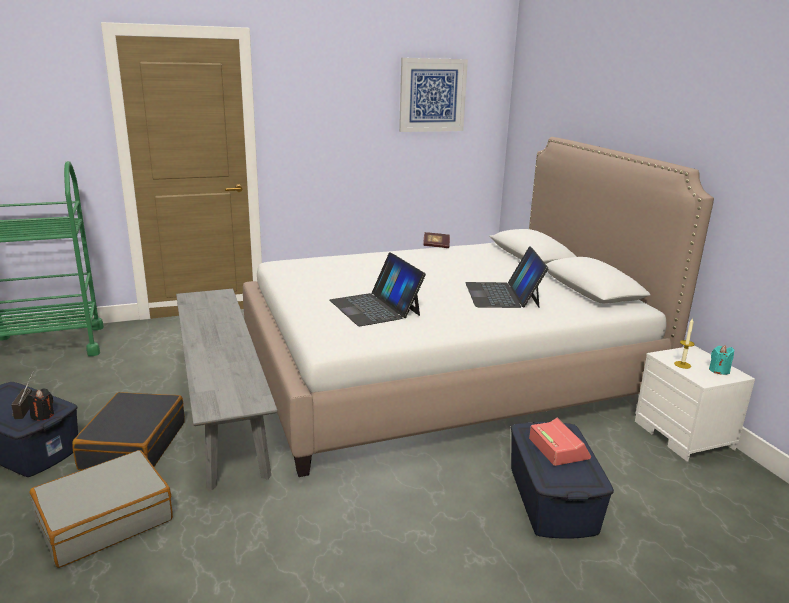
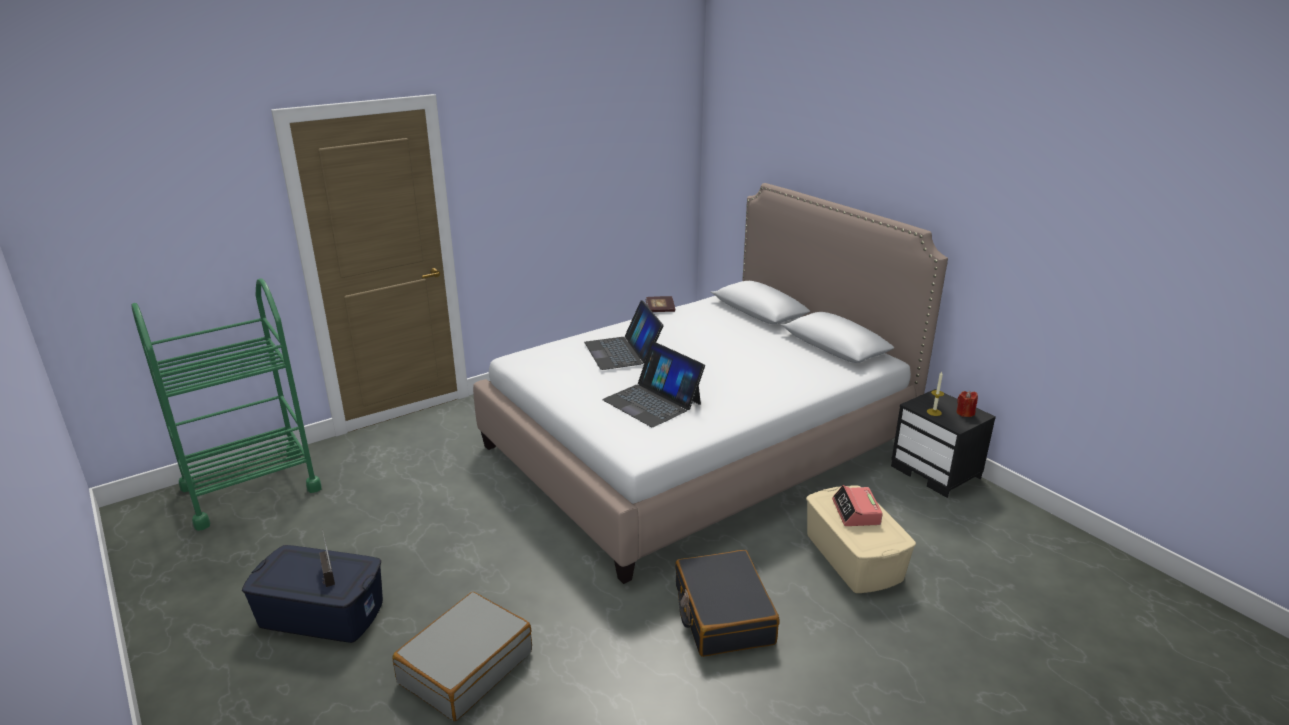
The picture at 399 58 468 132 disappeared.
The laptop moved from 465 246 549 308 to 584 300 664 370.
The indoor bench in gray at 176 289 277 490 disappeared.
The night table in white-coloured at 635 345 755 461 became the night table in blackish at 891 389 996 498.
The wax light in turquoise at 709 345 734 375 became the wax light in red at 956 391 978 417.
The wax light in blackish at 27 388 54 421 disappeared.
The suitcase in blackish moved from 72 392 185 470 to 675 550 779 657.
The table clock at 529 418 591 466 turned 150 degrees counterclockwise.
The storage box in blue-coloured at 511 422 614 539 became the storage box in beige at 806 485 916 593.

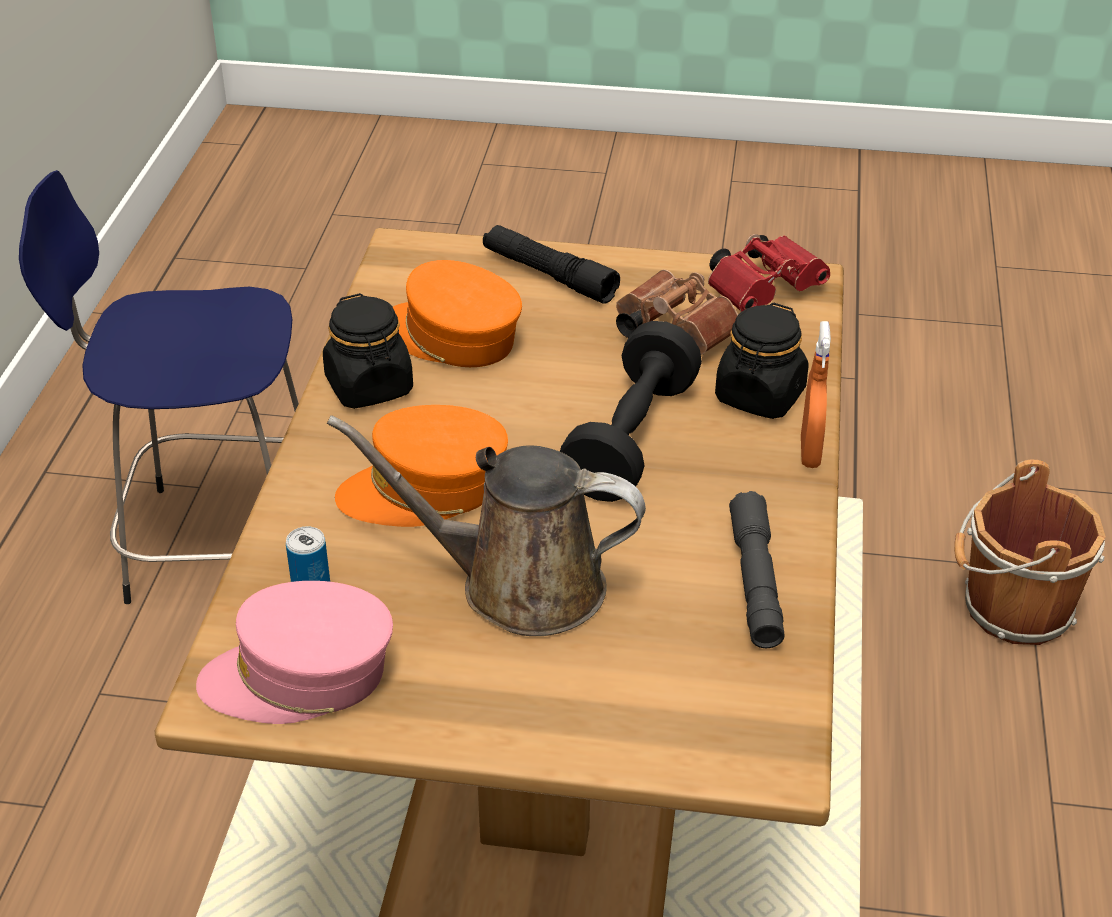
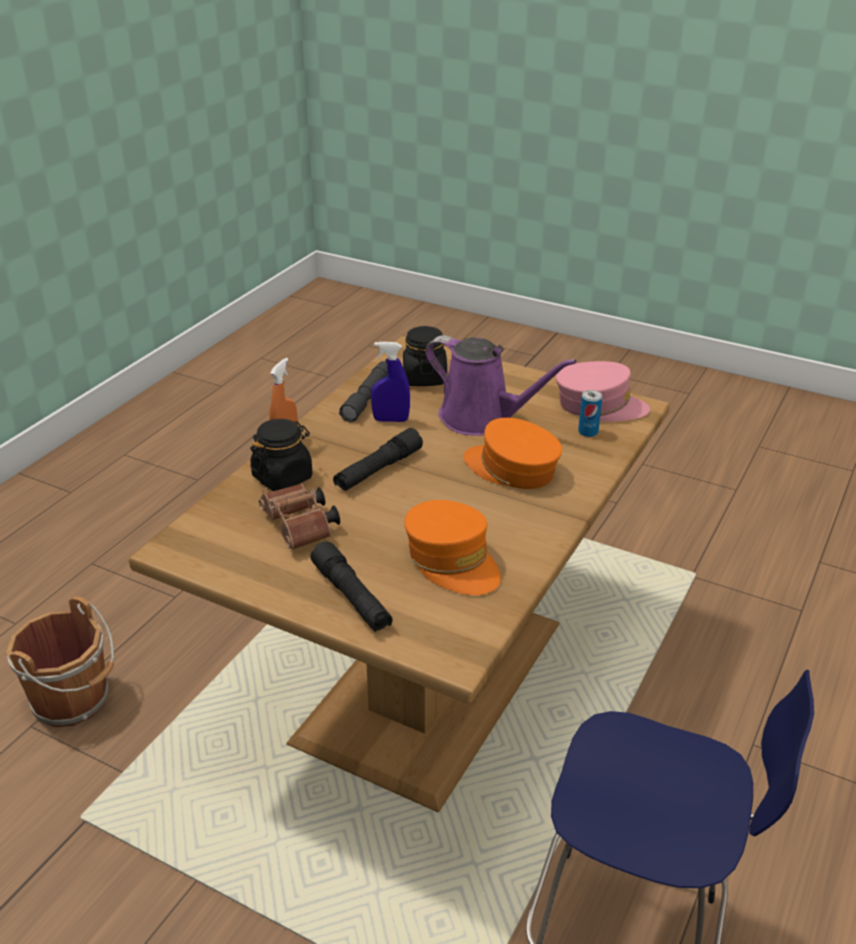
The binoculars in red at 708 234 830 312 disappeared.
The storage jar in blackish moved from 323 293 413 409 to 403 326 447 386.
The free weight in blackish at 560 321 702 502 was replaced by the torch in blackish at 333 428 423 491.
The baseball cap in orange at 335 405 508 527 turned 150 degrees counterclockwise.
The watering can in brown-coloured at 327 415 646 636 became the watering can in purple-coloured at 425 335 577 436.
The hand sprayer in blue-coloured at 371 342 410 422 appeared.

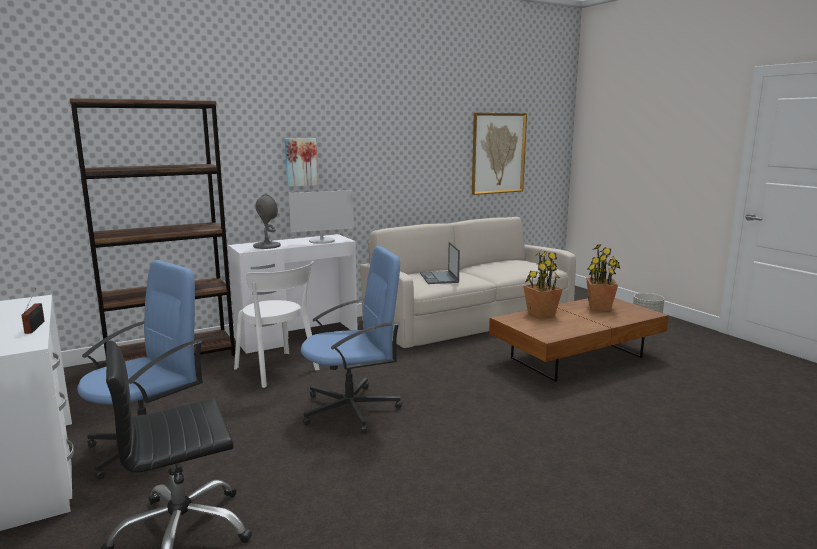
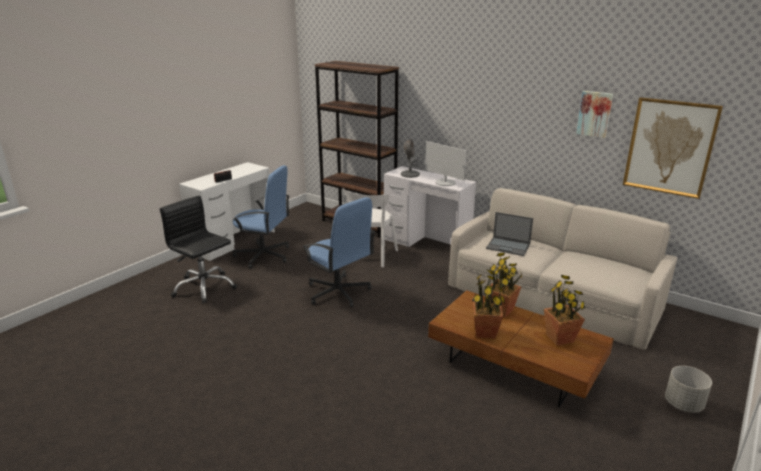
The picture moved from 285 138 318 187 to 576 91 613 138.
The laptop at 420 242 460 284 turned 120 degrees counterclockwise.
The houseplant at 472 269 505 339 appeared.

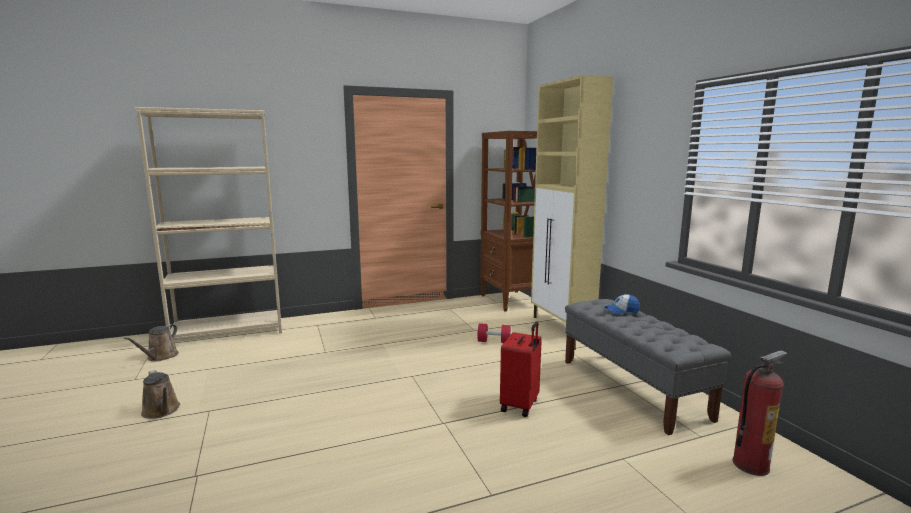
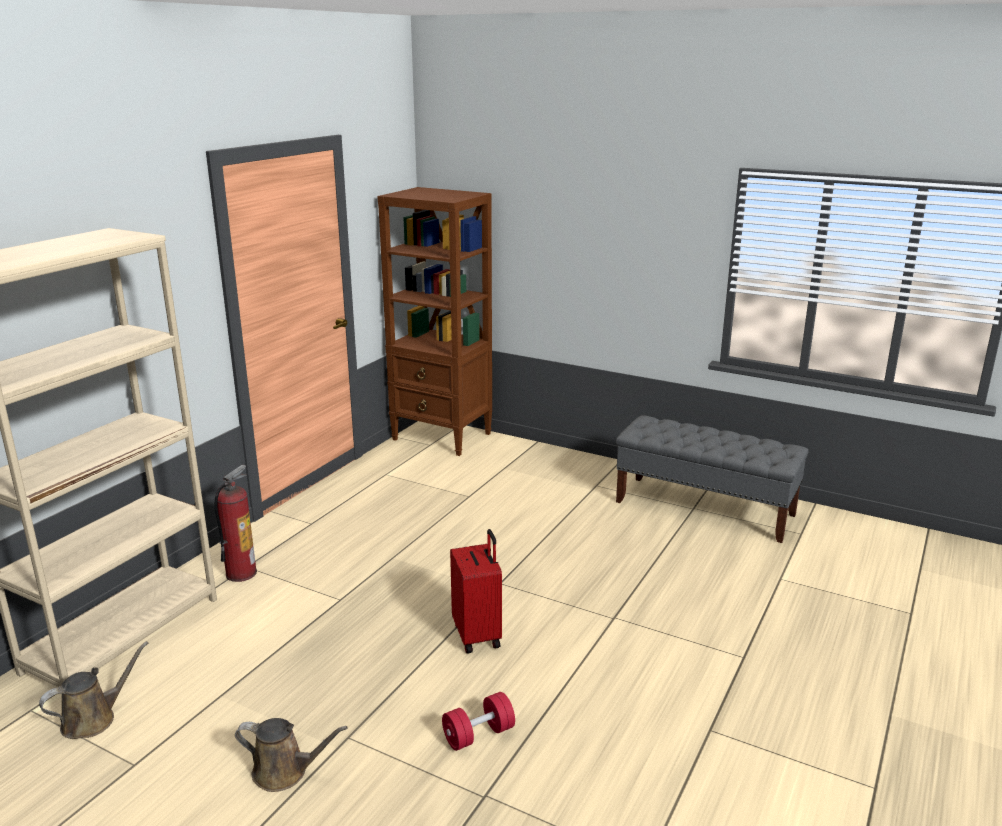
The cupboard in beige at 531 75 614 323 disappeared.
The baseball cap at 605 294 640 315 disappeared.
The suitcase in red moved from 500 322 542 417 to 450 529 502 653.
The free weight in red moved from 477 323 512 343 to 442 692 515 751.
The watering can in brown-coloured at 124 324 179 361 turned 105 degrees counterclockwise.
The extinguisher moved from 732 350 788 476 to 215 465 257 582.

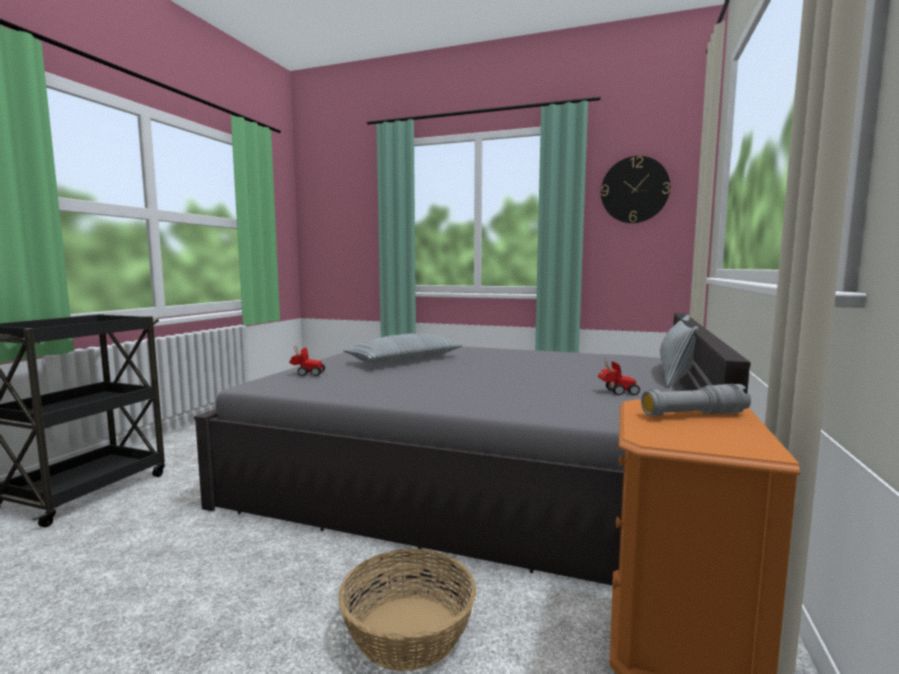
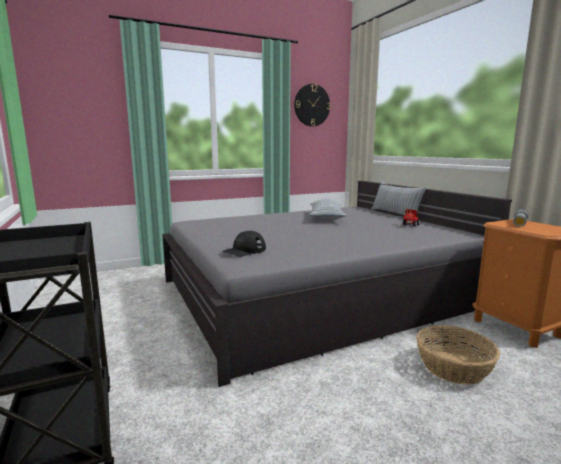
The pillow moved from 343 333 462 364 to 310 199 347 220.
The miniature car at 289 344 325 376 was replaced by the baseball cap in blackish at 222 231 266 257.

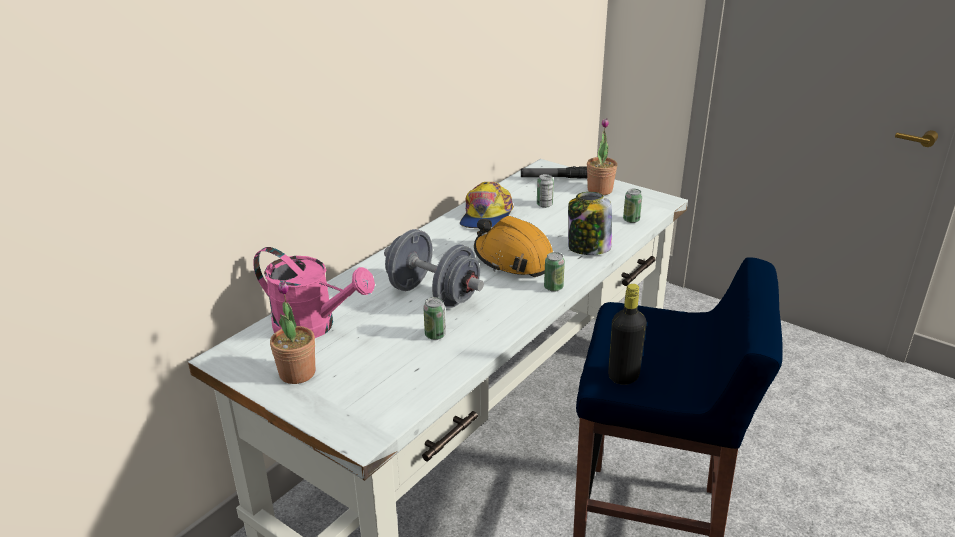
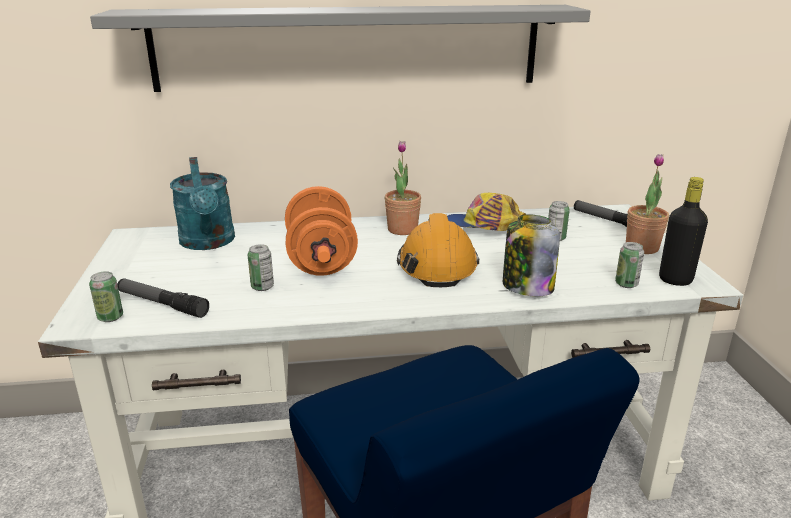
The baseball cap at 460 182 514 228 turned 45 degrees clockwise.
The free weight in gray at 384 229 484 308 became the free weight in orange at 285 186 358 276.
The watering can in pink-coloured at 253 247 375 338 became the watering can in turquoise at 170 157 235 250.
The metal can moved from 544 252 565 292 to 89 271 123 322.
The houseplant moved from 270 280 315 384 to 385 141 421 235.
The beverage bottle in blackish moved from 608 284 647 385 to 659 177 708 286.
The shelf in gray at 90 5 591 92 appeared.
The torch at 117 278 209 318 appeared.

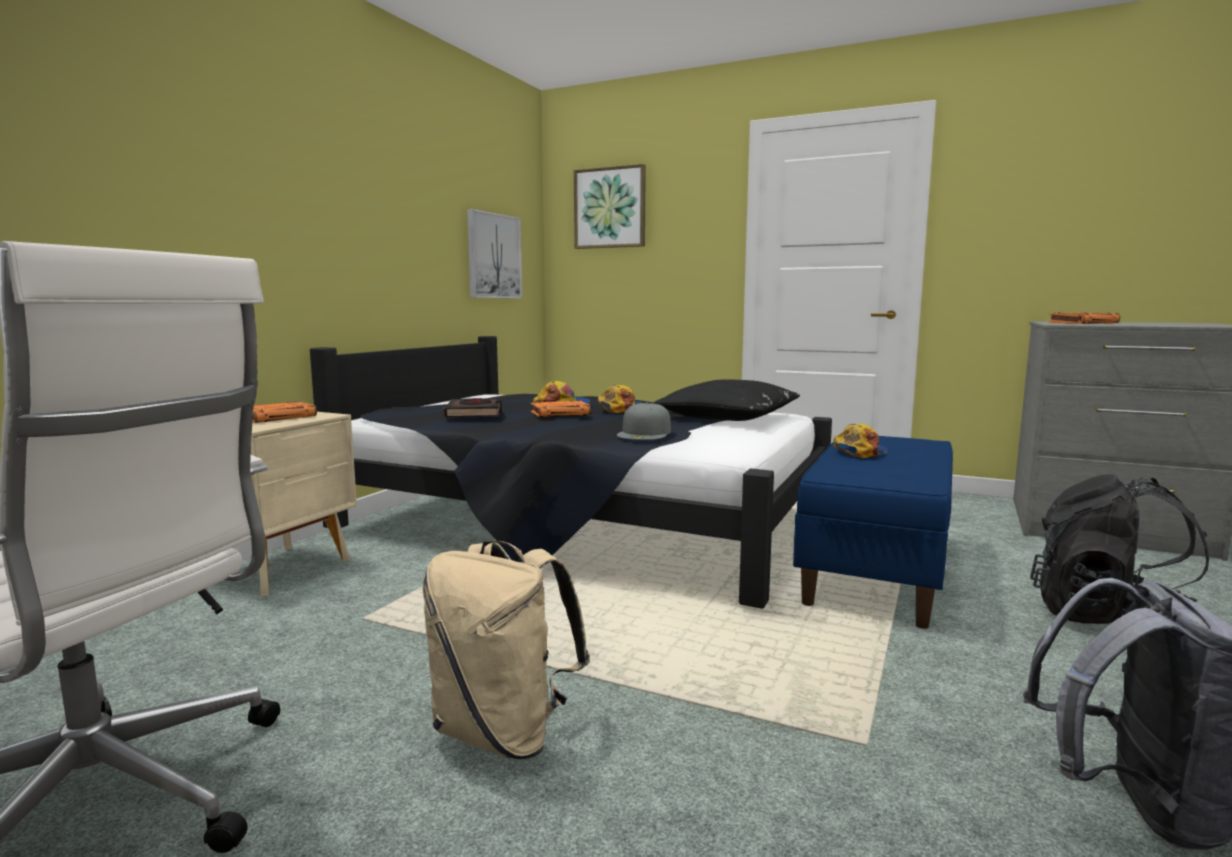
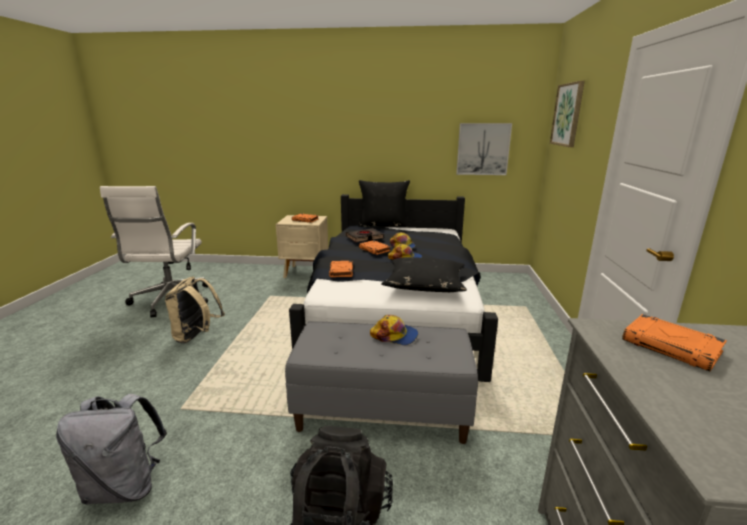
The baseball cap in gray at 617 403 671 440 was replaced by the bound book in orange at 329 261 353 277.
The indoor bench in blue-coloured at 793 436 953 629 became the indoor bench in gray at 285 321 478 444.
The pillow in blackish at 358 180 410 228 appeared.

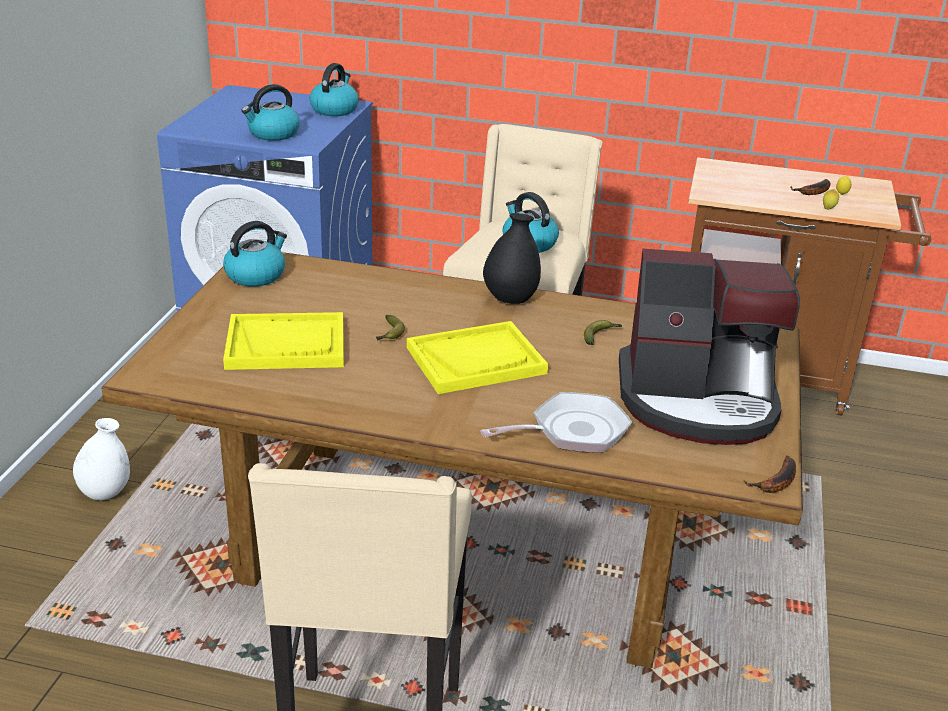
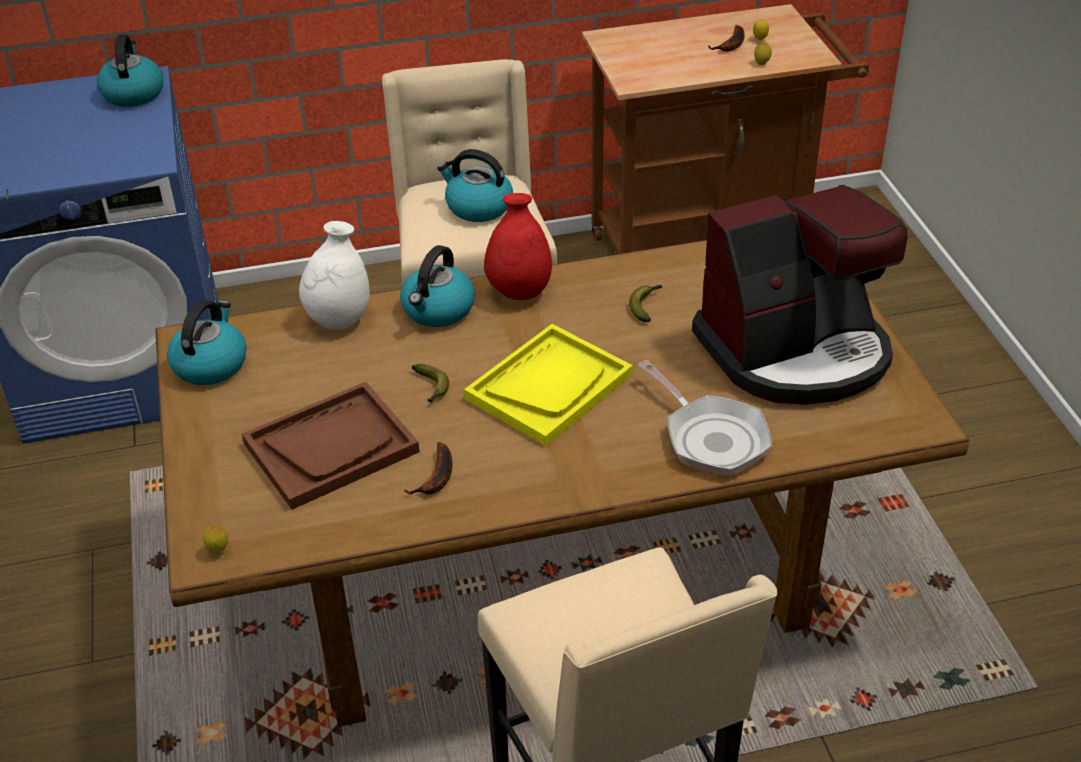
The water kettle moved from 242 84 300 141 to 400 245 475 327.
The vase in blackish at 483 213 541 304 became the vase in red at 484 193 552 300.
The tray in yellowish at 223 312 344 370 became the tray in brown-coloured at 242 382 420 510.
The pan at 480 392 632 453 turned 105 degrees clockwise.
The vase in white-coloured moved from 73 418 130 500 to 299 221 370 330.
The banana fruit moved from 744 456 796 493 to 404 442 453 495.
The whole lemon at 203 525 228 553 appeared.

